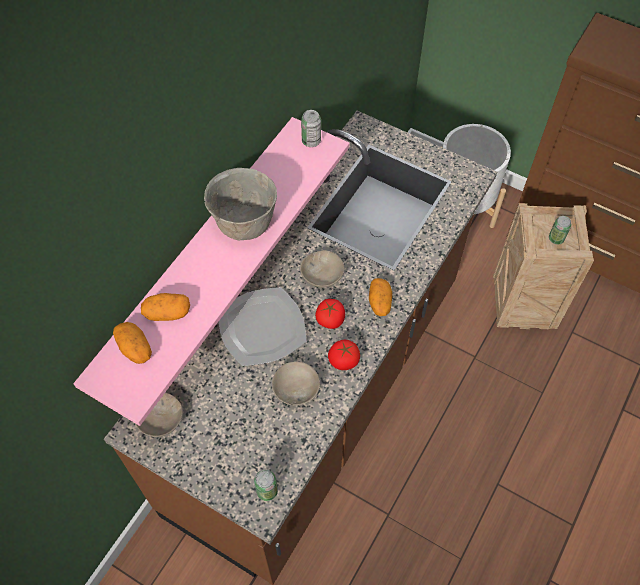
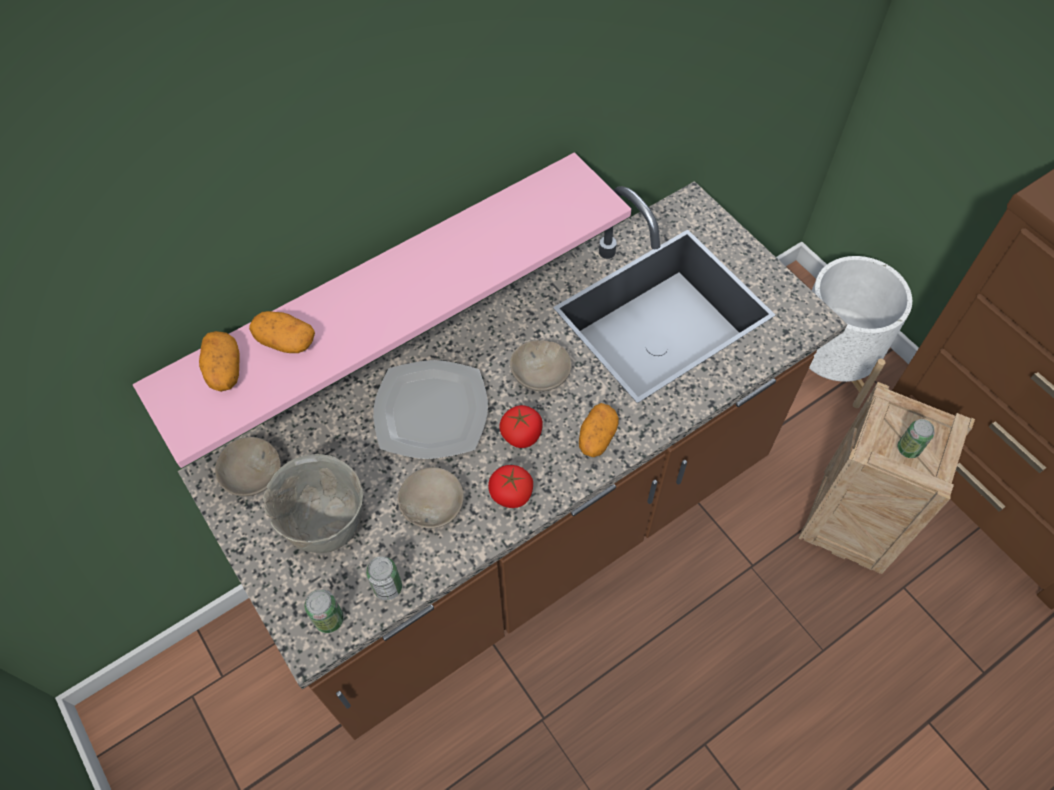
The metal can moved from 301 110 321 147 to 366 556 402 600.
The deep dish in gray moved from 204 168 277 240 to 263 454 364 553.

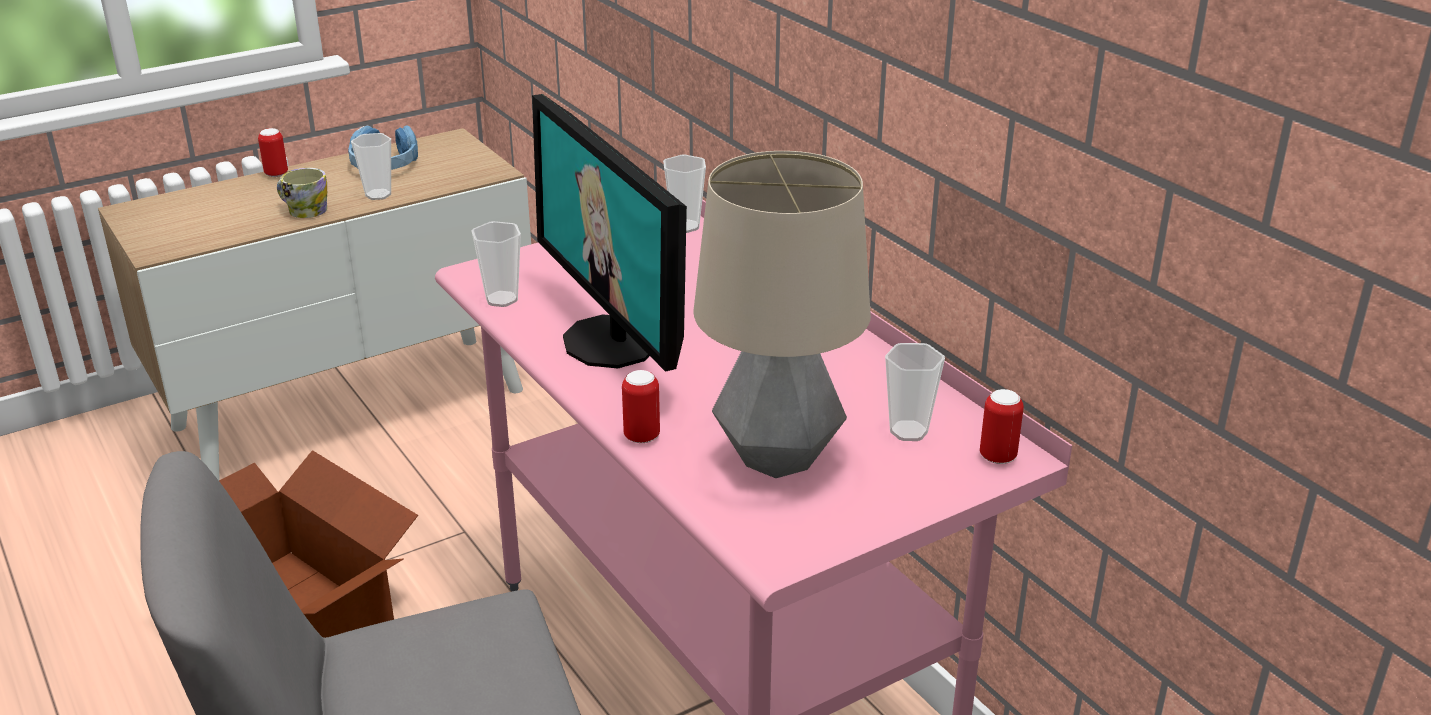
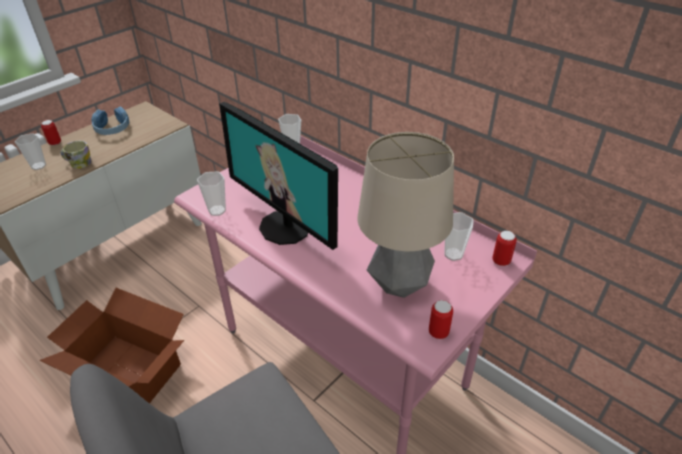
The drinking cup moved from 351 133 391 200 to 15 133 46 170.
The metal can moved from 622 370 660 443 to 429 300 453 339.

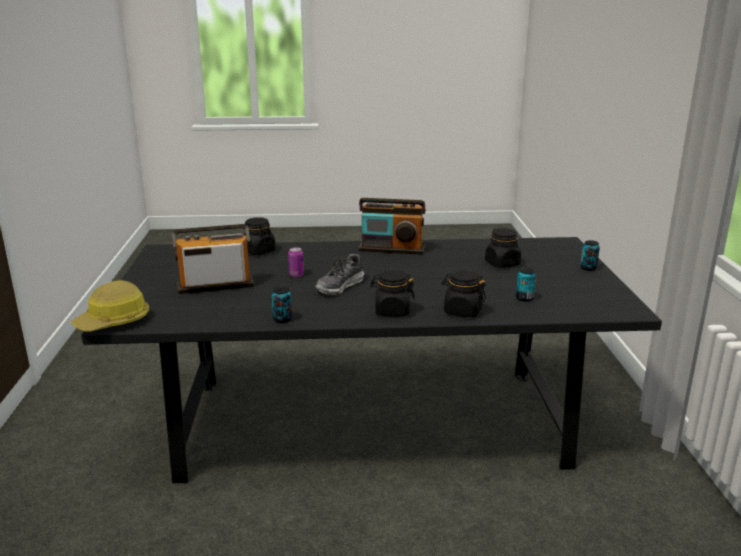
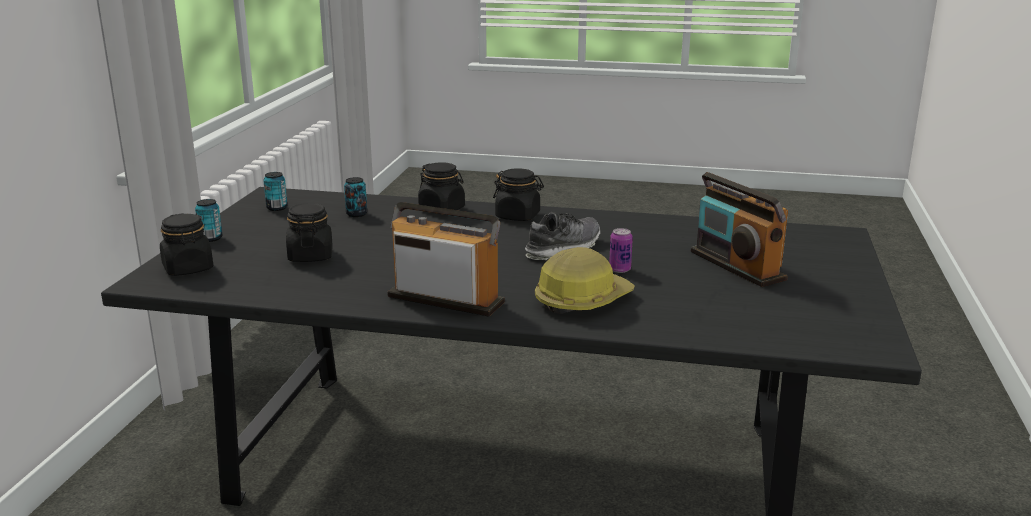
The storage jar in blackish moved from 243 217 276 255 to 160 213 214 276.
The radio set at 172 224 254 294 turned 60 degrees clockwise.
The work helmet moved from 71 280 149 332 to 535 247 635 314.
The metal can moved from 272 287 292 323 to 263 172 288 211.

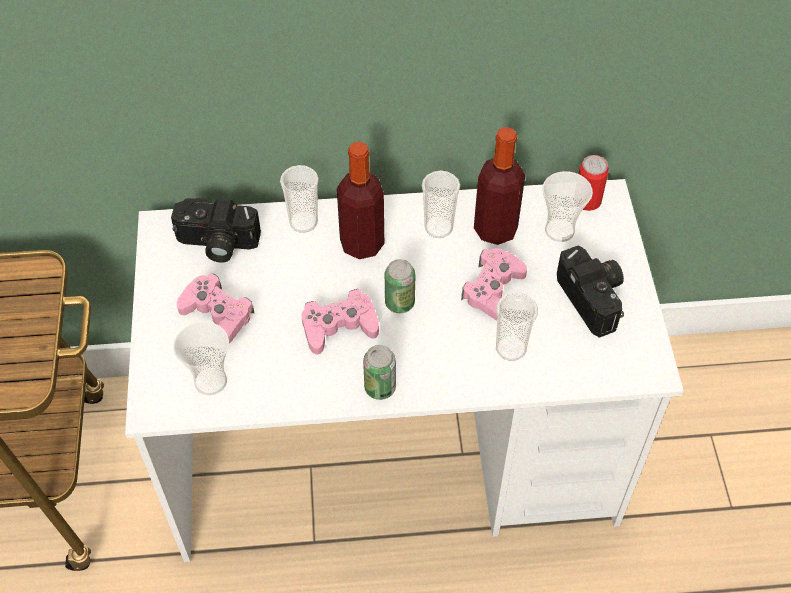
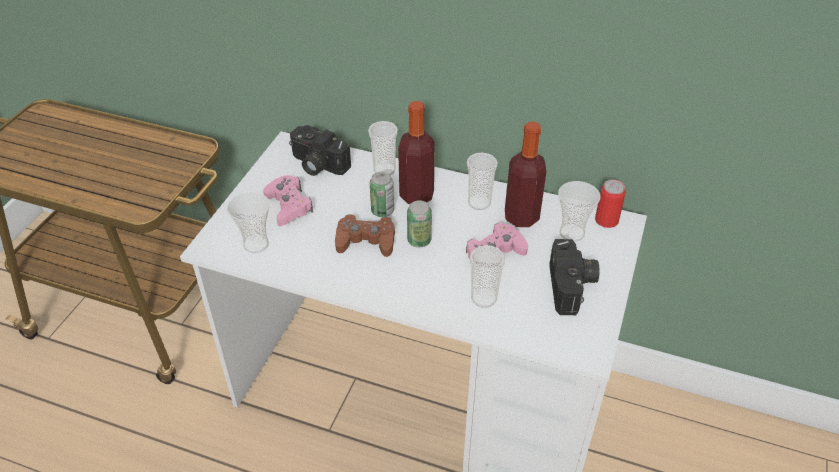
The gamepad in pink-coloured at 302 289 379 355 became the gamepad in brown-coloured at 335 214 395 257.
The metal can moved from 363 345 396 400 to 370 172 394 217.

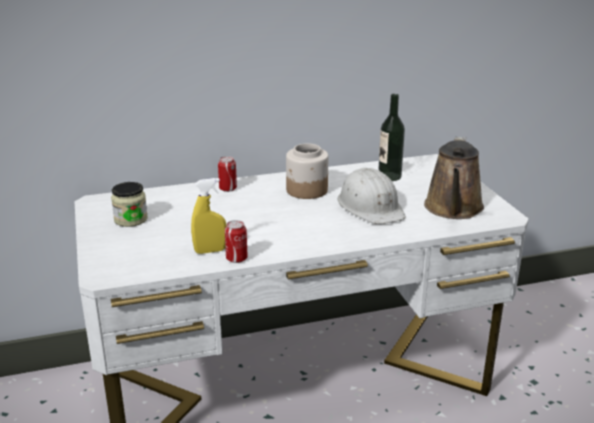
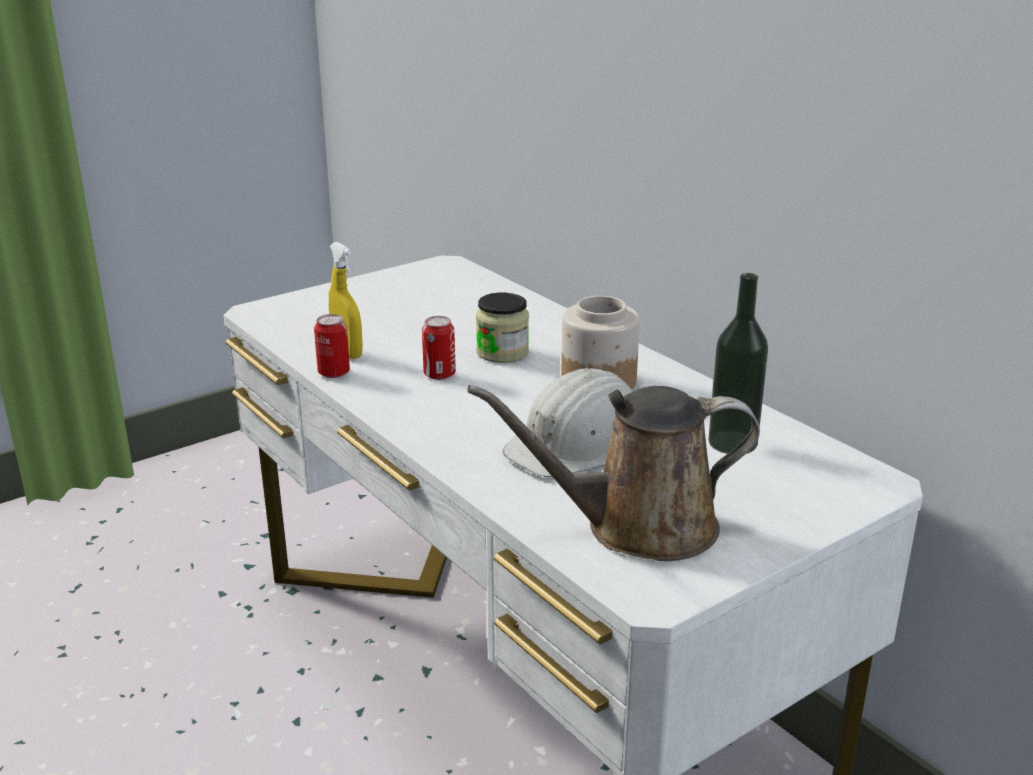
The metal can moved from 218 156 237 192 to 422 316 456 380.
The storage jar moved from 111 182 148 227 to 476 293 529 363.

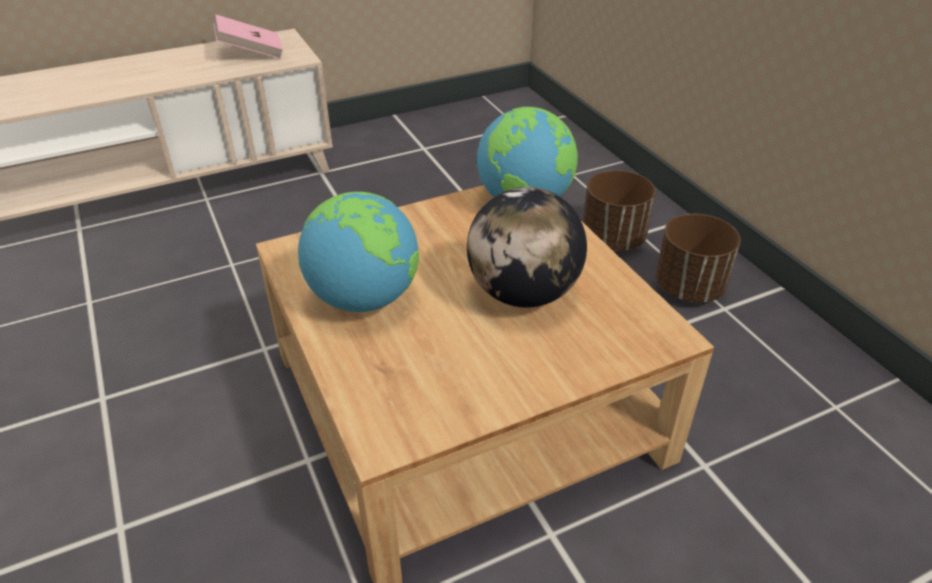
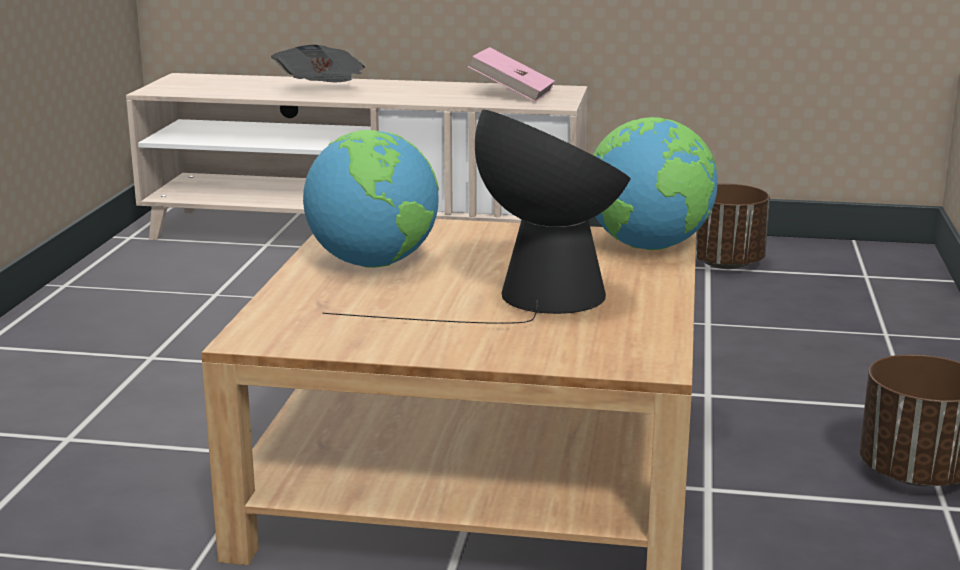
The planter in brown-coloured moved from 583 170 656 251 to 696 184 770 269.
The globe at 467 187 587 308 was replaced by the table lamp at 323 110 631 324.
The daily paper at 271 45 365 82 appeared.

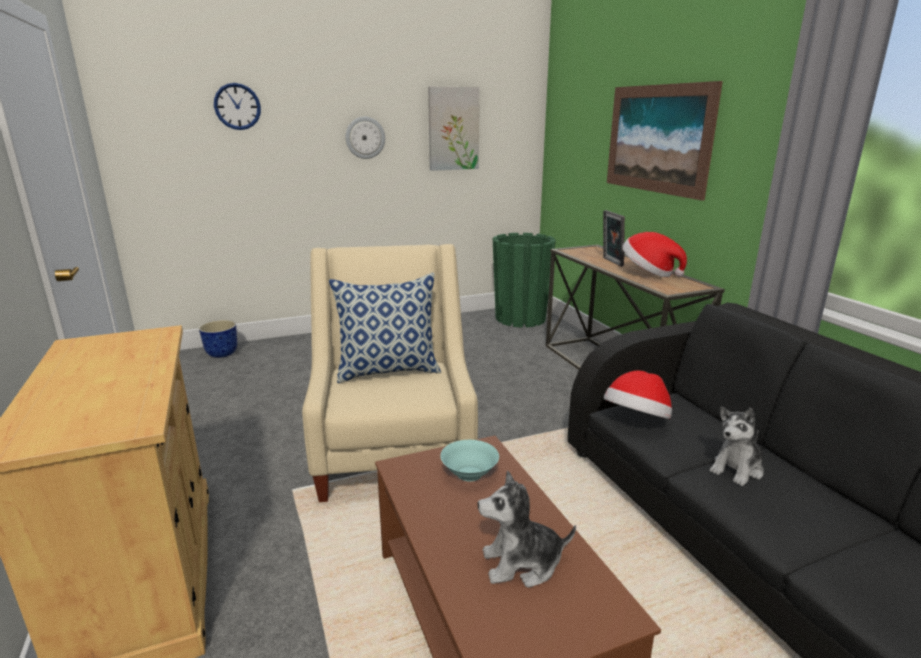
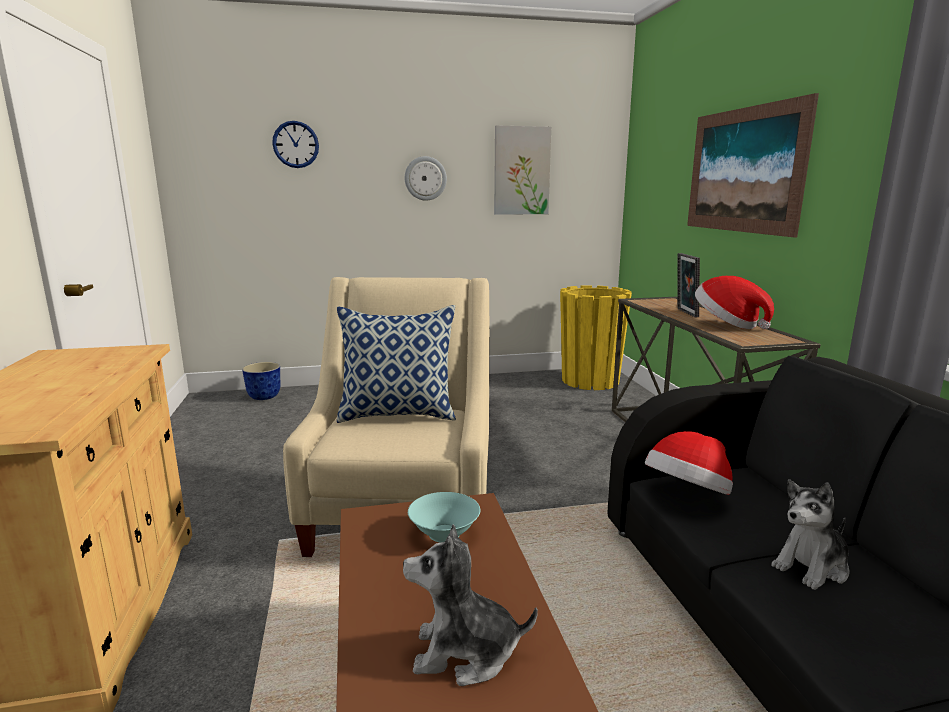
The planter in green-coloured at 493 233 556 328 became the planter in yellowish at 560 285 632 390.

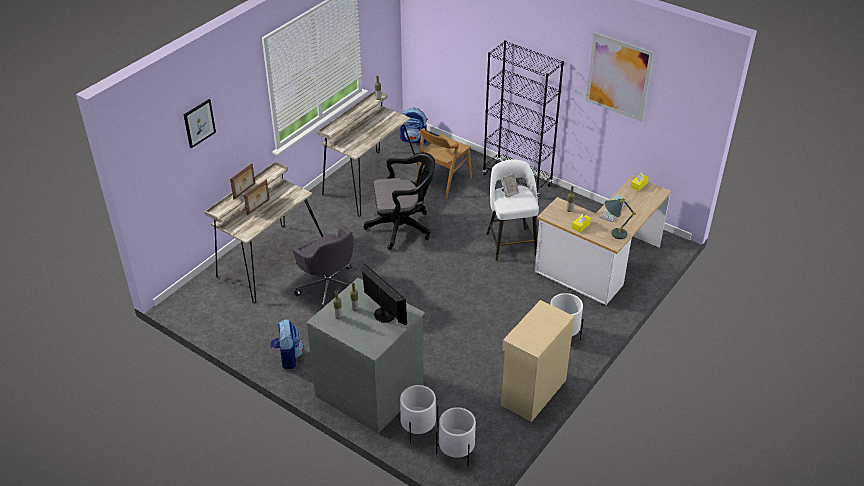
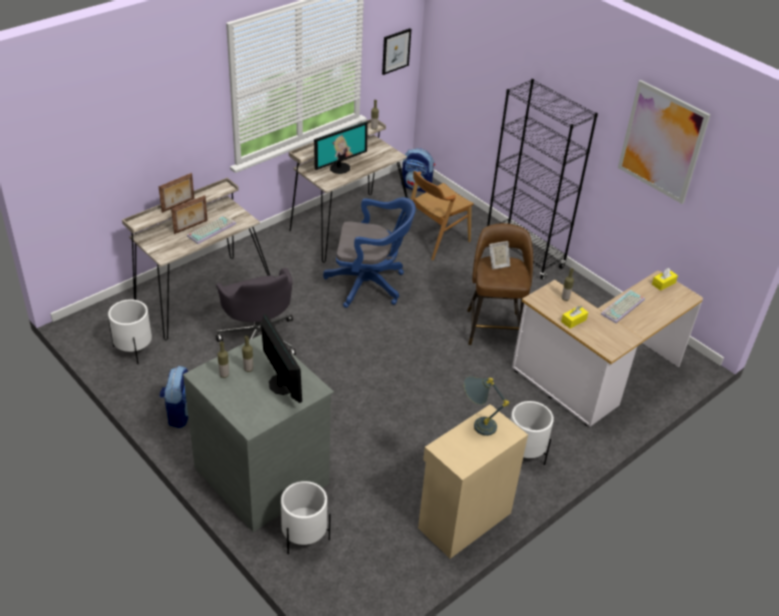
The picture moved from 183 99 216 148 to 382 28 411 75.
The desk chair in blackish at 364 152 435 250 became the desk chair in blue-coloured at 323 197 416 308.
The stool seat in white-coloured at 487 159 539 261 became the stool seat in brown-coloured at 467 223 533 345.
The table lamp in gray moved from 605 198 636 239 to 464 376 509 436.
The planter in white-coloured moved from 436 407 476 466 to 108 299 152 364.
The monitor at 314 122 368 174 appeared.
The keyboard at 187 215 236 244 appeared.

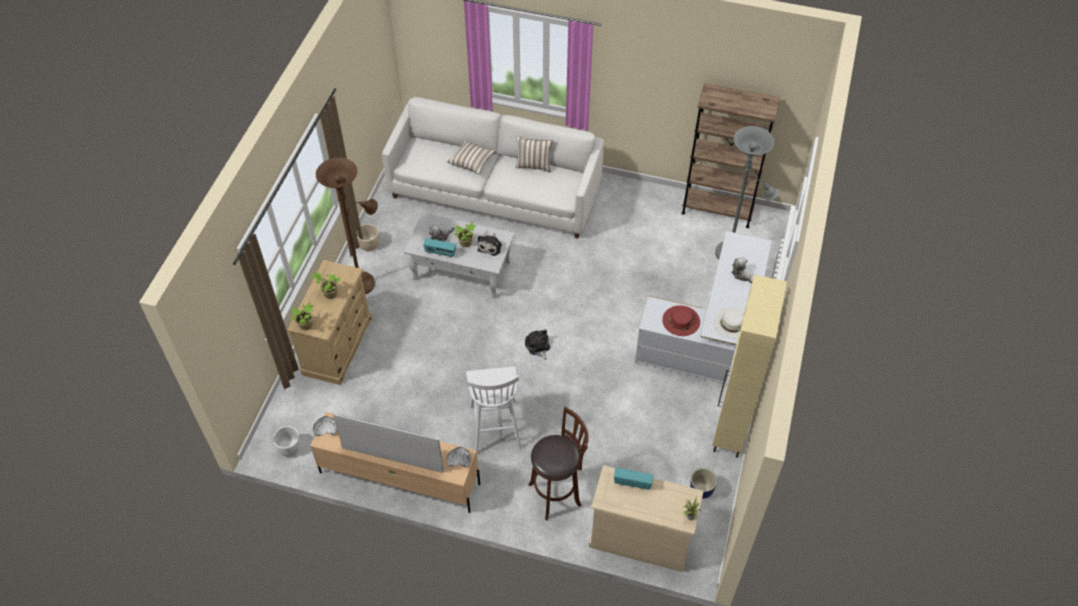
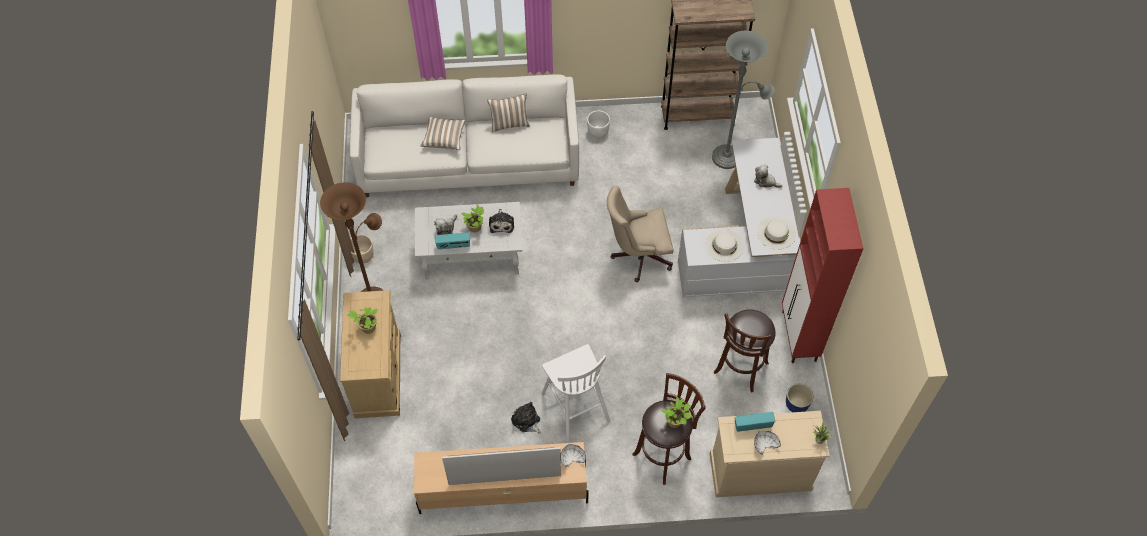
The cupboard in beige at 712 274 787 458 became the cupboard in red at 782 188 864 363.
The houseplant moved from 291 302 314 330 to 661 397 692 428.
The hat in red at 662 305 700 336 became the hat in white-coloured at 705 229 744 262.
The plush toy moved from 525 329 550 360 to 511 402 541 433.
The deep dish in white-coloured moved from 313 416 337 436 to 754 431 781 455.
The planter in white-coloured moved from 273 426 301 457 to 587 110 610 138.
The desk chair in beige at 607 186 674 282 appeared.
The stool seat in brown-coloured at 714 310 776 393 appeared.

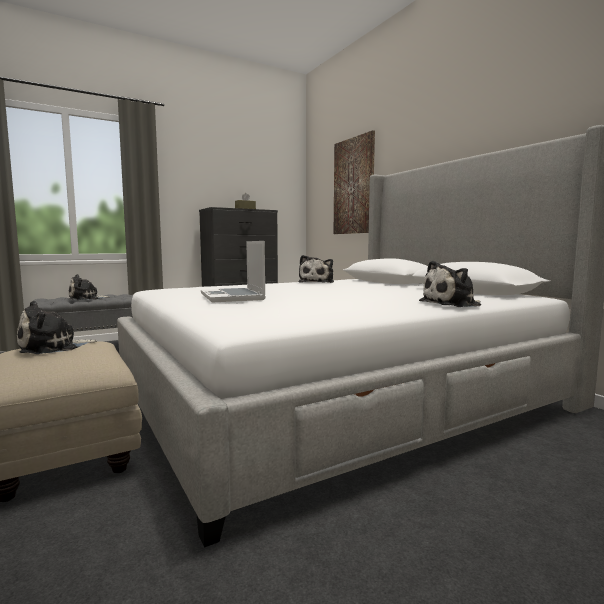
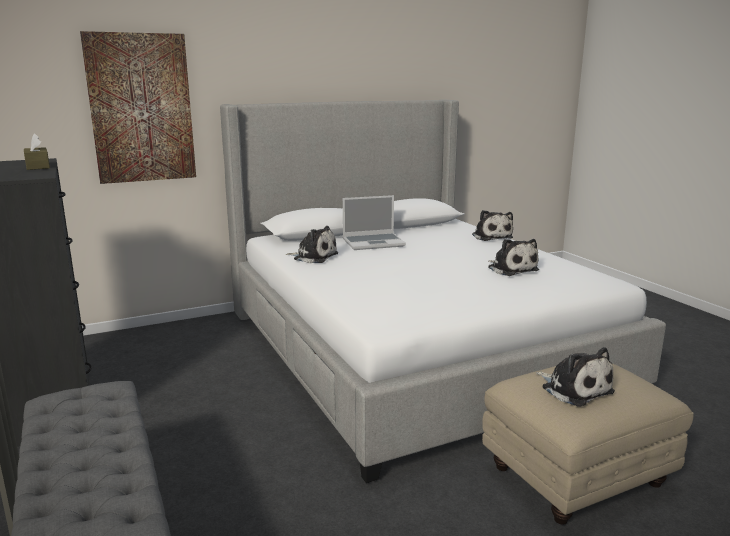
The laptop moved from 201 241 266 302 to 343 195 406 250.
The plush toy moved from 68 274 110 300 to 488 239 539 276.

